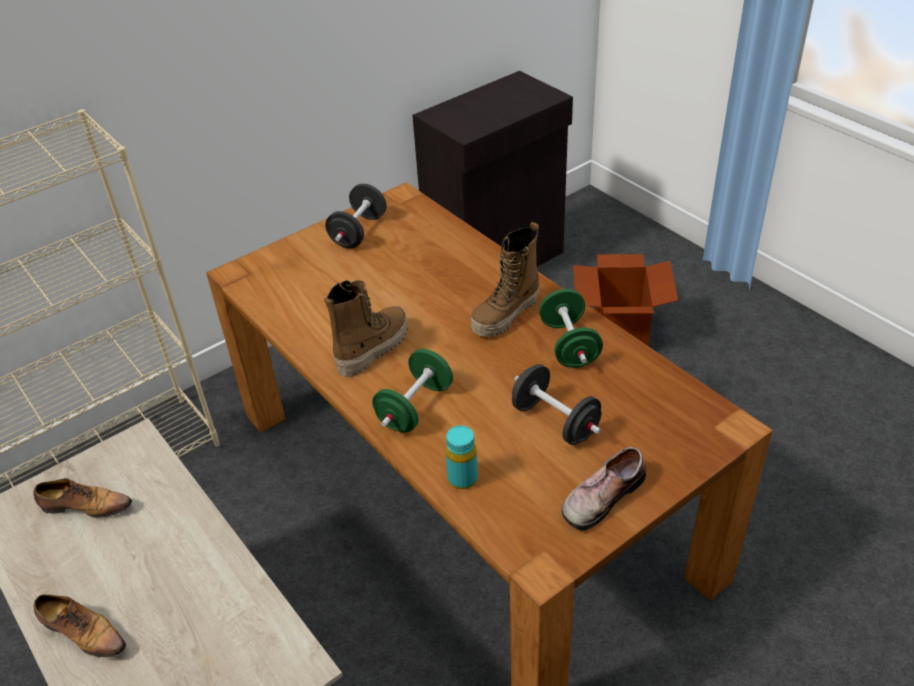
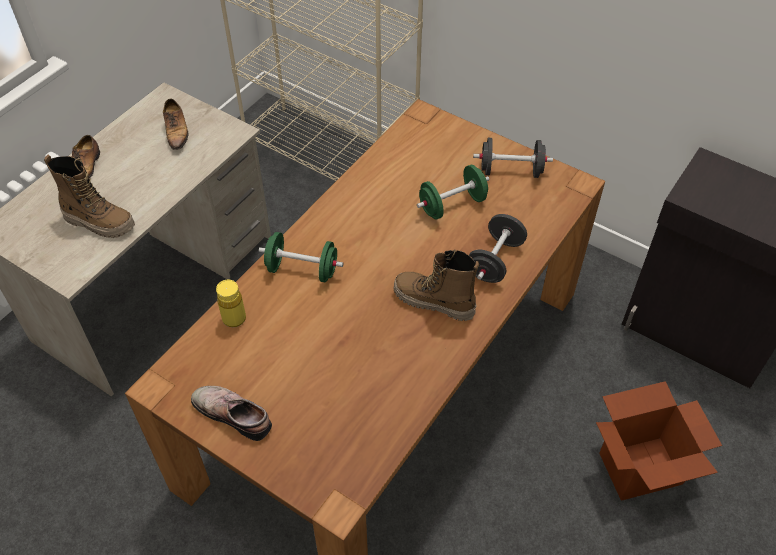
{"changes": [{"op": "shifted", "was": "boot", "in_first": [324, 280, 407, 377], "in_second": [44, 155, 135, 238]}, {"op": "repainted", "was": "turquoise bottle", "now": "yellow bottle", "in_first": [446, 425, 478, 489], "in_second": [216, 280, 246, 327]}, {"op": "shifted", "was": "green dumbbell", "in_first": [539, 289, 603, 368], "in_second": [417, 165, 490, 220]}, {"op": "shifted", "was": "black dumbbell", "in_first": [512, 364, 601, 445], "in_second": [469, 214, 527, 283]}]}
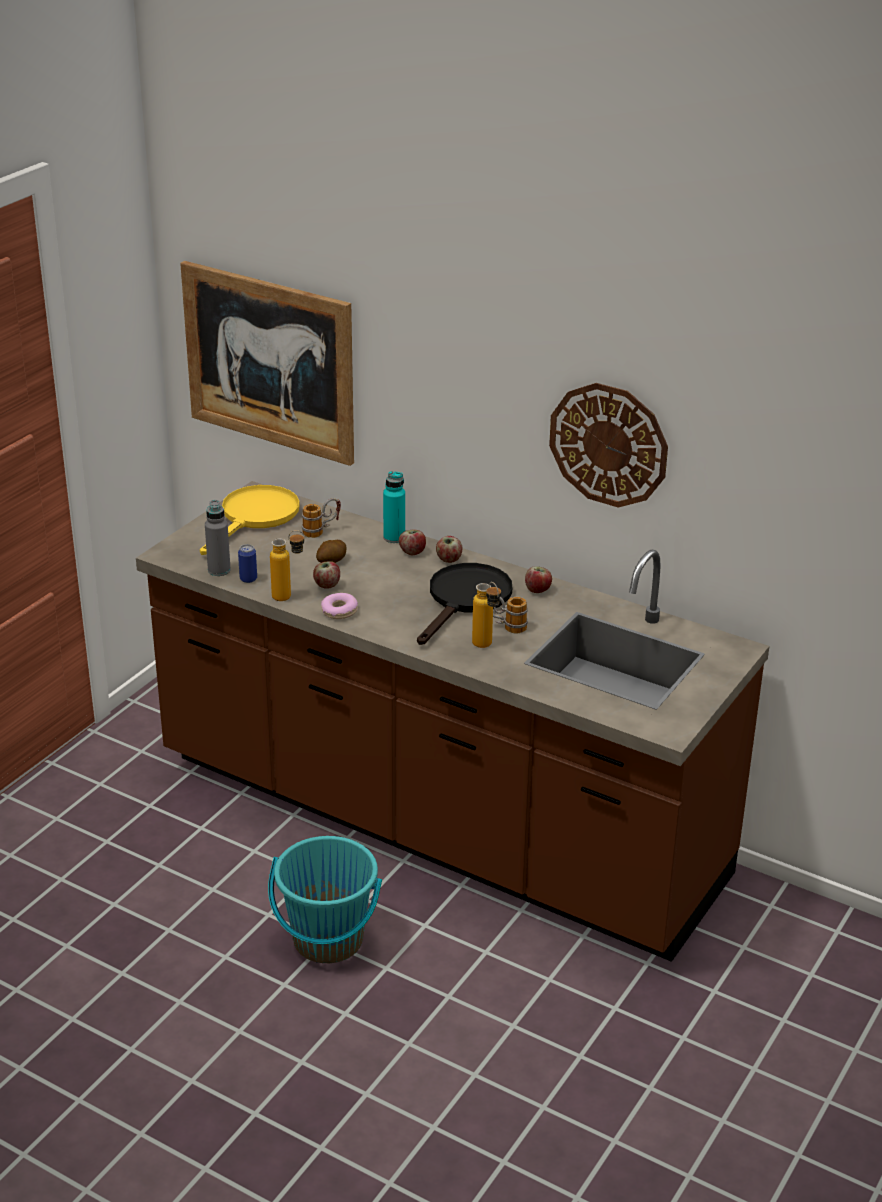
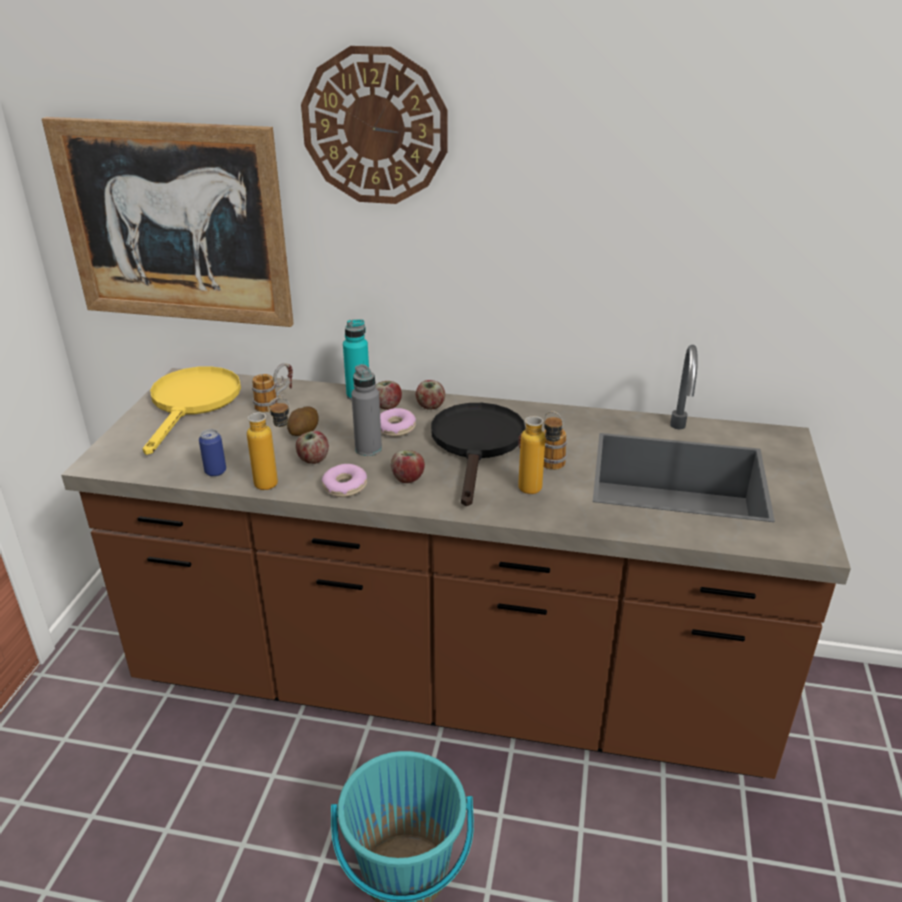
{"changes": [{"op": "shifted", "was": "wall clock", "in_first": [549, 383, 668, 508], "in_second": [301, 46, 448, 204]}, {"op": "shifted", "was": "grey bottle", "in_first": [205, 500, 231, 576], "in_second": [351, 364, 382, 456]}, {"op": "new", "now": "donut", "in_second": [380, 408, 416, 437]}, {"op": "shifted", "was": "apple", "in_first": [525, 566, 552, 593], "in_second": [391, 450, 425, 483]}]}
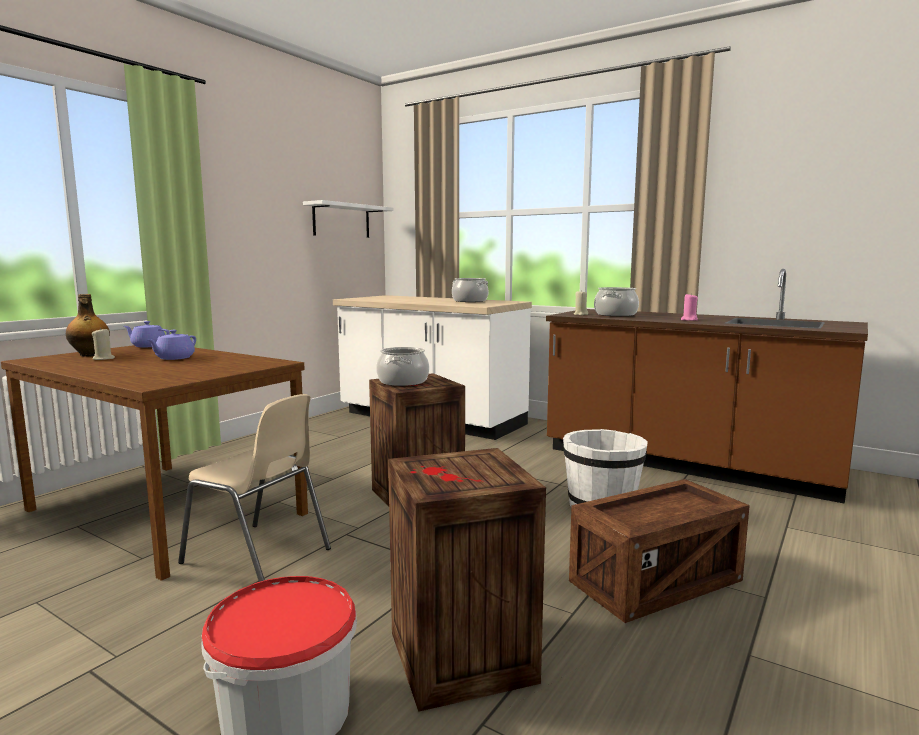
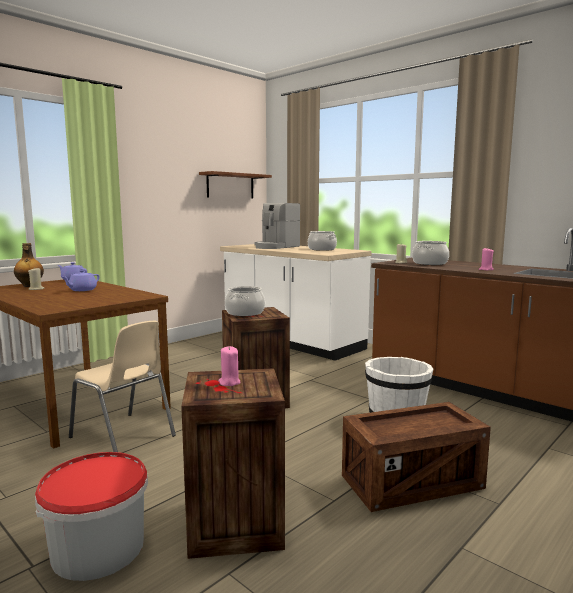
{"changes": [{"op": "repainted", "was": "white shelf", "now": "brown shelf", "in_first": [303, 200, 394, 238], "in_second": [199, 171, 272, 198]}, {"op": "new", "now": "pink candle", "in_second": [218, 346, 241, 386]}, {"op": "new", "now": "coffee machine", "in_second": [255, 203, 300, 249]}]}
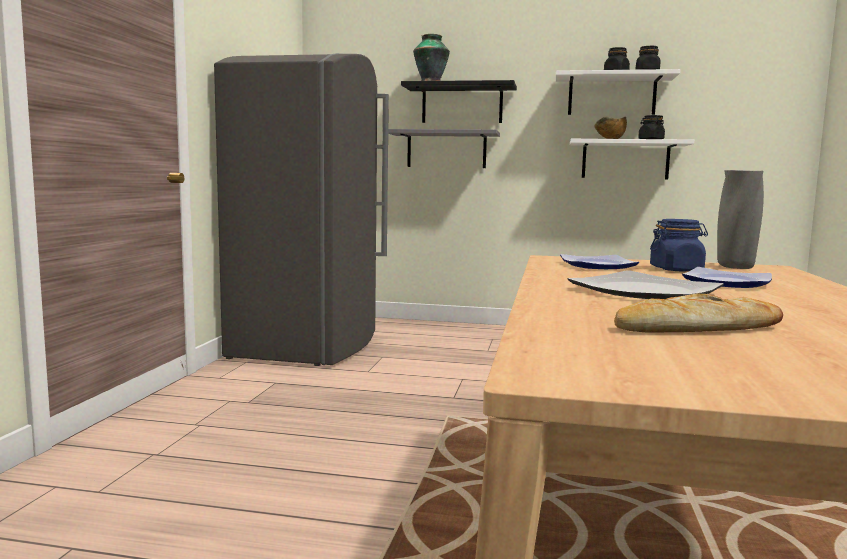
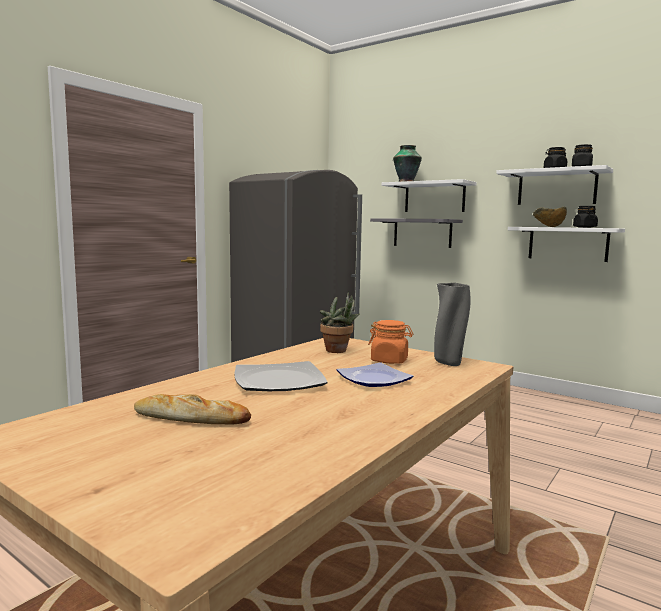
{"changes": [{"op": "swapped", "was": "plate", "now": "potted plant", "in_first": [560, 254, 639, 269], "in_second": [320, 291, 360, 353]}, {"op": "repainted", "was": "blue jar", "now": "orange jar", "in_first": [650, 219, 708, 271], "in_second": [368, 320, 413, 364]}, {"op": "repainted", "was": "black shelf", "now": "white shelf", "in_first": [401, 80, 517, 123], "in_second": [381, 179, 477, 212]}]}
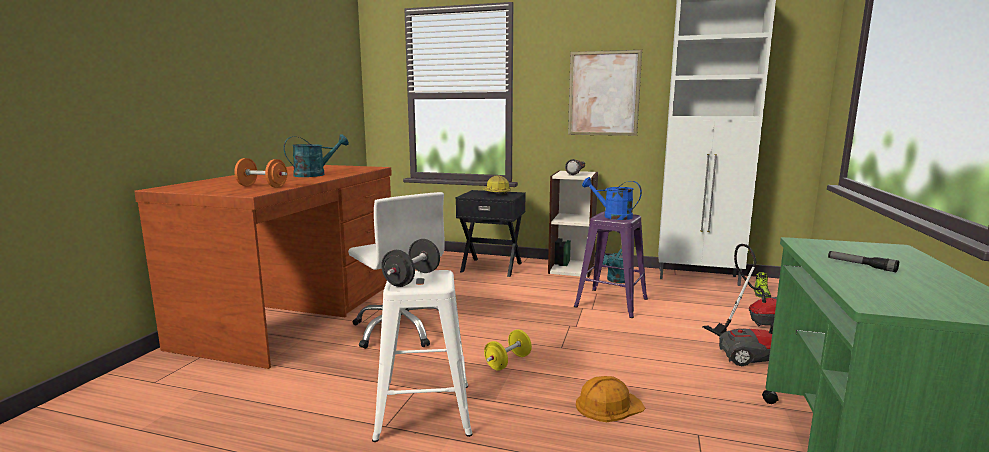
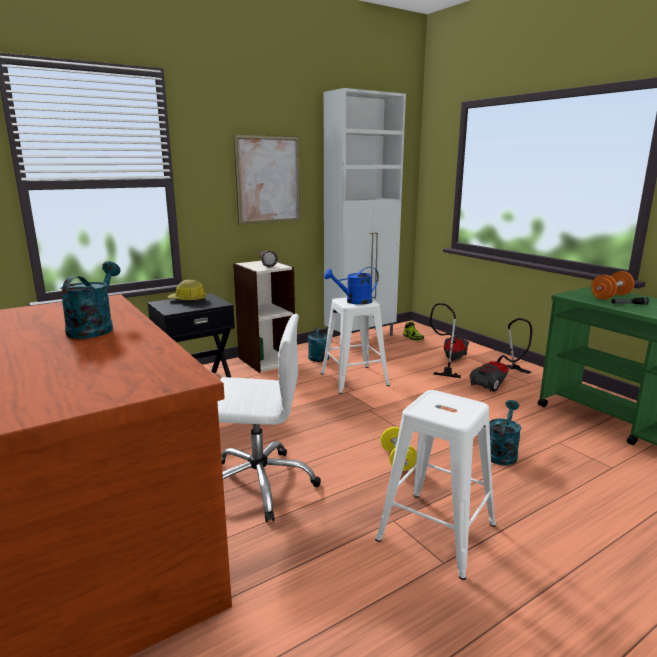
{"changes": [{"op": "repainted", "was": "purple stool", "now": "white stool", "in_first": [574, 212, 648, 318], "in_second": [321, 297, 390, 394]}, {"op": "swapped", "was": "orange hard hat", "now": "turquoise watering can", "in_first": [576, 376, 645, 422], "in_second": [489, 400, 521, 465]}, {"op": "shifted", "was": "orange dumbbell", "in_first": [234, 158, 287, 188], "in_second": [591, 271, 634, 300]}, {"op": "gone", "was": "black dumbbell", "in_first": [381, 239, 440, 287]}]}
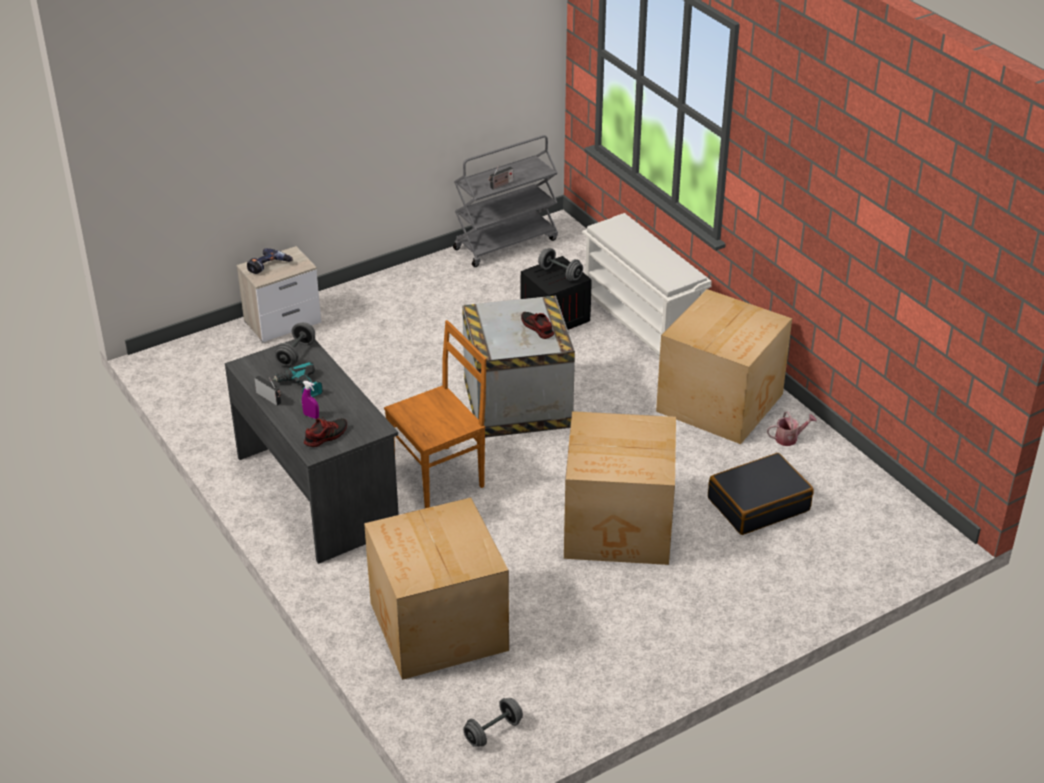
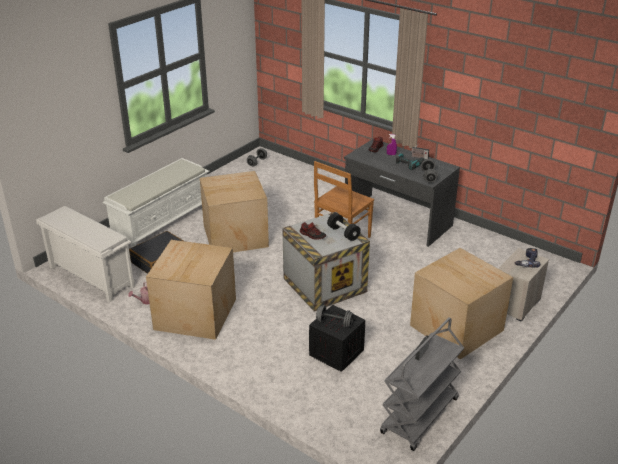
{"changes": [{"op": "shifted", "was": "white shoe rack", "in_first": [582, 213, 712, 360], "in_second": [36, 206, 135, 302]}, {"op": "new", "now": "white bench", "in_second": [102, 158, 209, 248]}, {"op": "new", "now": "black dumbbell", "in_second": [327, 213, 361, 241]}, {"op": "shifted", "was": "cardboard box", "in_first": [364, 497, 509, 680], "in_second": [410, 248, 513, 360]}]}
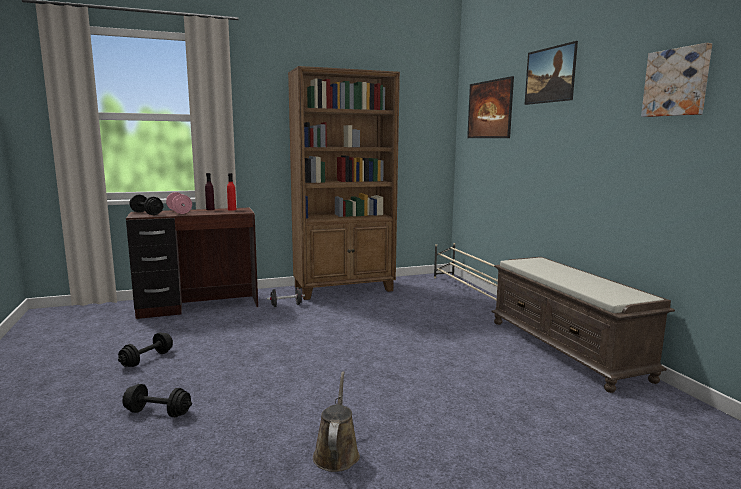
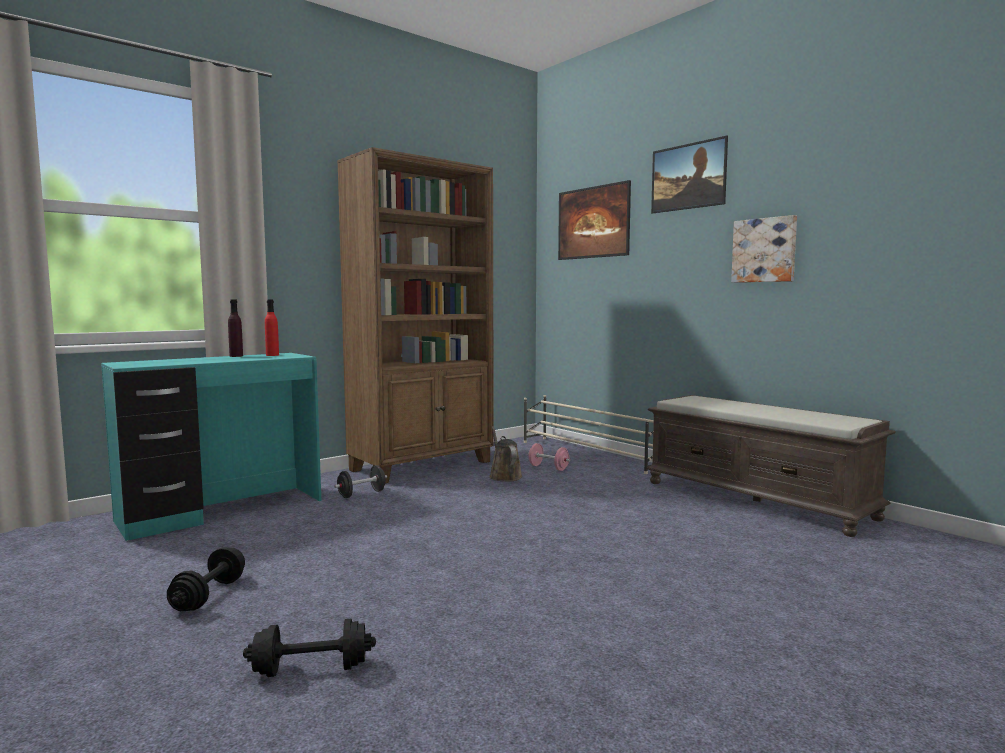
{"changes": [{"op": "repainted", "was": "brown desk", "now": "turquoise desk", "in_first": [126, 207, 258, 319], "in_second": [101, 353, 321, 541]}, {"op": "shifted", "was": "brown watering can", "in_first": [313, 371, 360, 472], "in_second": [489, 426, 522, 482]}, {"op": "shifted", "was": "pink dumbbell", "in_first": [166, 192, 192, 214], "in_second": [528, 443, 571, 471]}, {"op": "shifted", "was": "picture", "in_first": [641, 43, 712, 117], "in_second": [731, 215, 797, 283]}, {"op": "gone", "was": "black dumbbell", "in_first": [130, 195, 163, 215]}]}
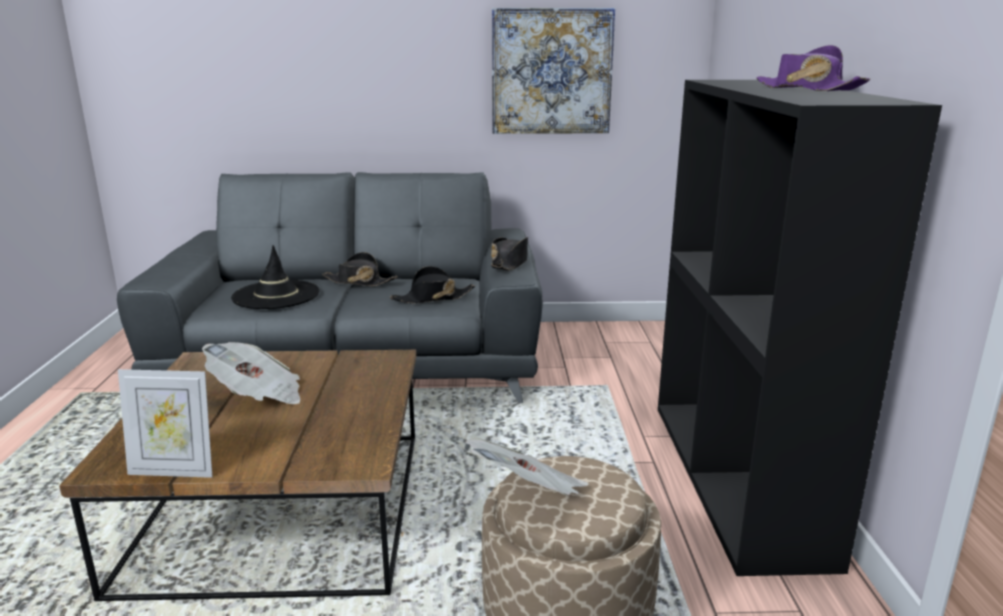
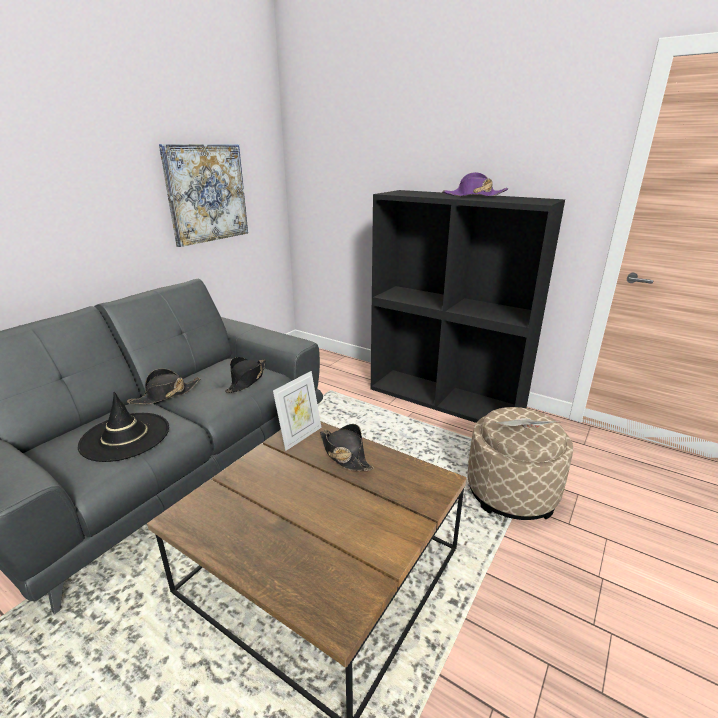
{"changes": [{"op": "shifted", "was": "picture frame", "in_first": [118, 369, 212, 478], "in_second": [273, 371, 322, 451]}, {"op": "shifted", "was": "black hat", "in_first": [491, 237, 528, 270], "in_second": [320, 424, 374, 471]}, {"op": "gone", "was": "newspaper", "in_first": [202, 342, 300, 404]}]}
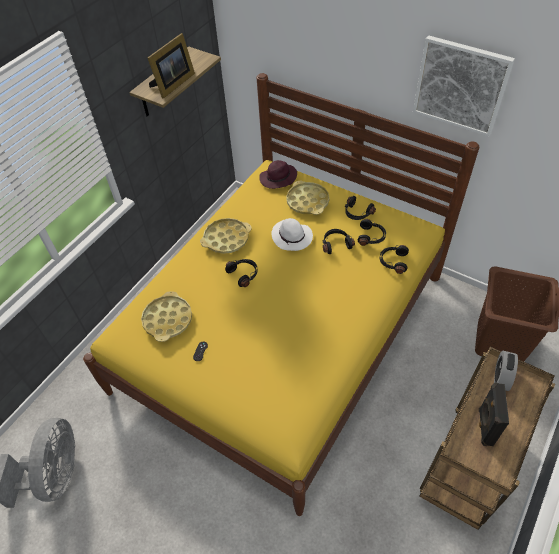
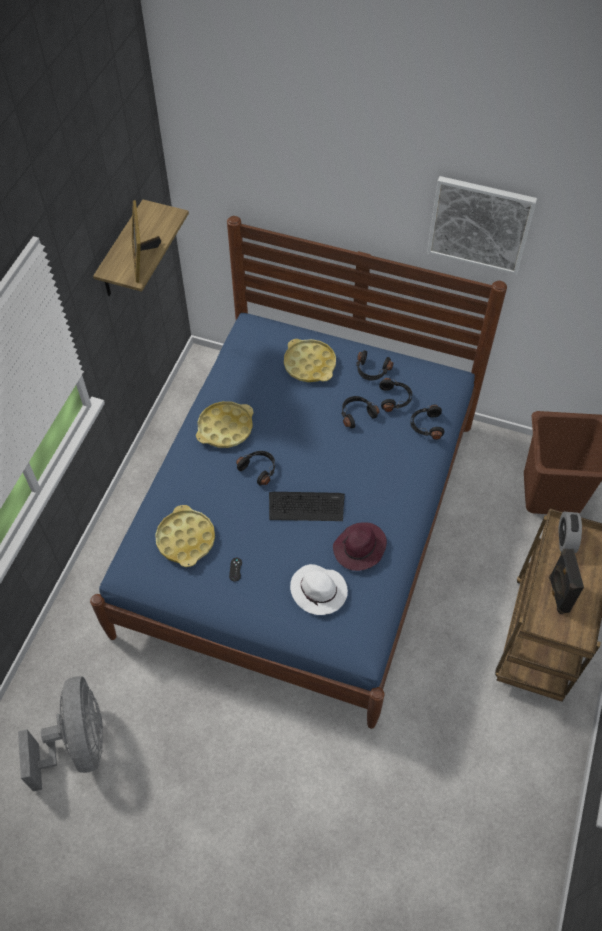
{"changes": [{"op": "repainted", "was": "yellow bed", "now": "blue bed", "in_first": [83, 73, 479, 516], "in_second": [90, 216, 507, 729]}, {"op": "rotated", "was": "picture frame", "in_first": [148, 33, 195, 99], "in_second": [132, 200, 161, 283], "clockwise": 150}, {"op": "new", "now": "keyboard", "in_second": [269, 492, 345, 521]}, {"op": "shifted", "was": "white hat", "in_first": [271, 218, 313, 251], "in_second": [290, 564, 348, 615]}, {"op": "shifted", "was": "purple hat", "in_first": [259, 160, 297, 189], "in_second": [333, 522, 387, 571]}]}
